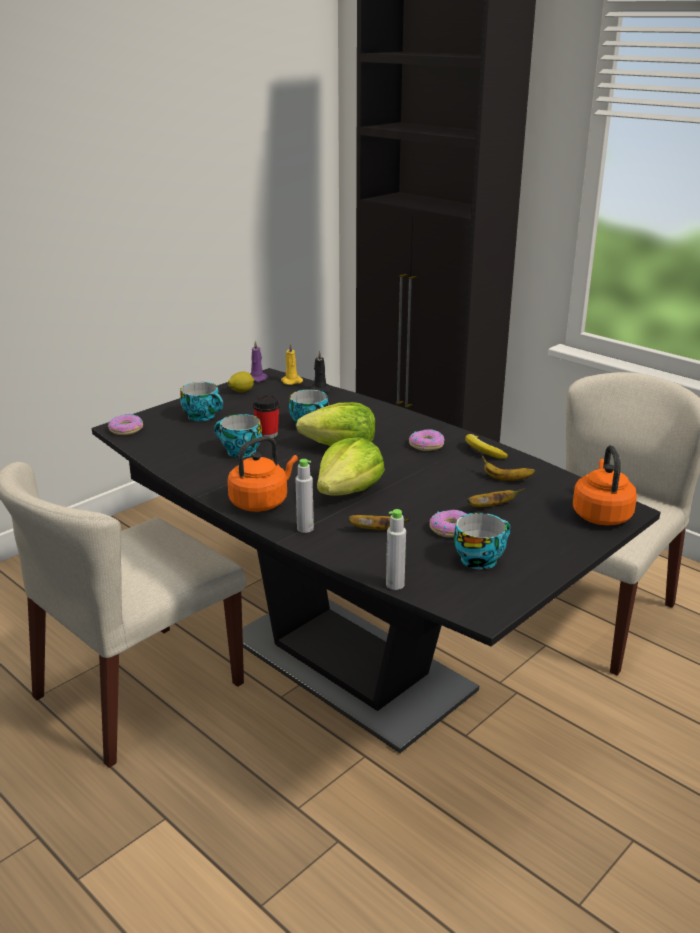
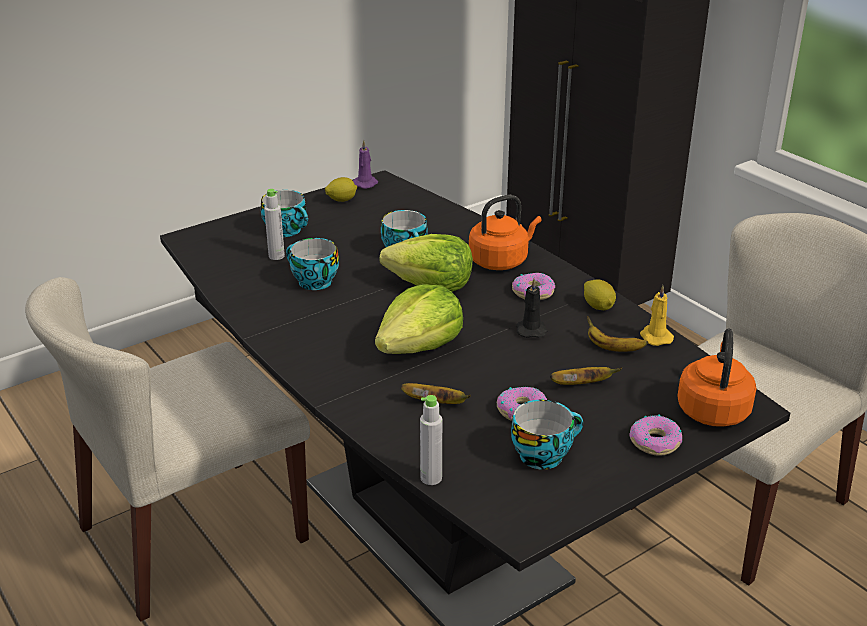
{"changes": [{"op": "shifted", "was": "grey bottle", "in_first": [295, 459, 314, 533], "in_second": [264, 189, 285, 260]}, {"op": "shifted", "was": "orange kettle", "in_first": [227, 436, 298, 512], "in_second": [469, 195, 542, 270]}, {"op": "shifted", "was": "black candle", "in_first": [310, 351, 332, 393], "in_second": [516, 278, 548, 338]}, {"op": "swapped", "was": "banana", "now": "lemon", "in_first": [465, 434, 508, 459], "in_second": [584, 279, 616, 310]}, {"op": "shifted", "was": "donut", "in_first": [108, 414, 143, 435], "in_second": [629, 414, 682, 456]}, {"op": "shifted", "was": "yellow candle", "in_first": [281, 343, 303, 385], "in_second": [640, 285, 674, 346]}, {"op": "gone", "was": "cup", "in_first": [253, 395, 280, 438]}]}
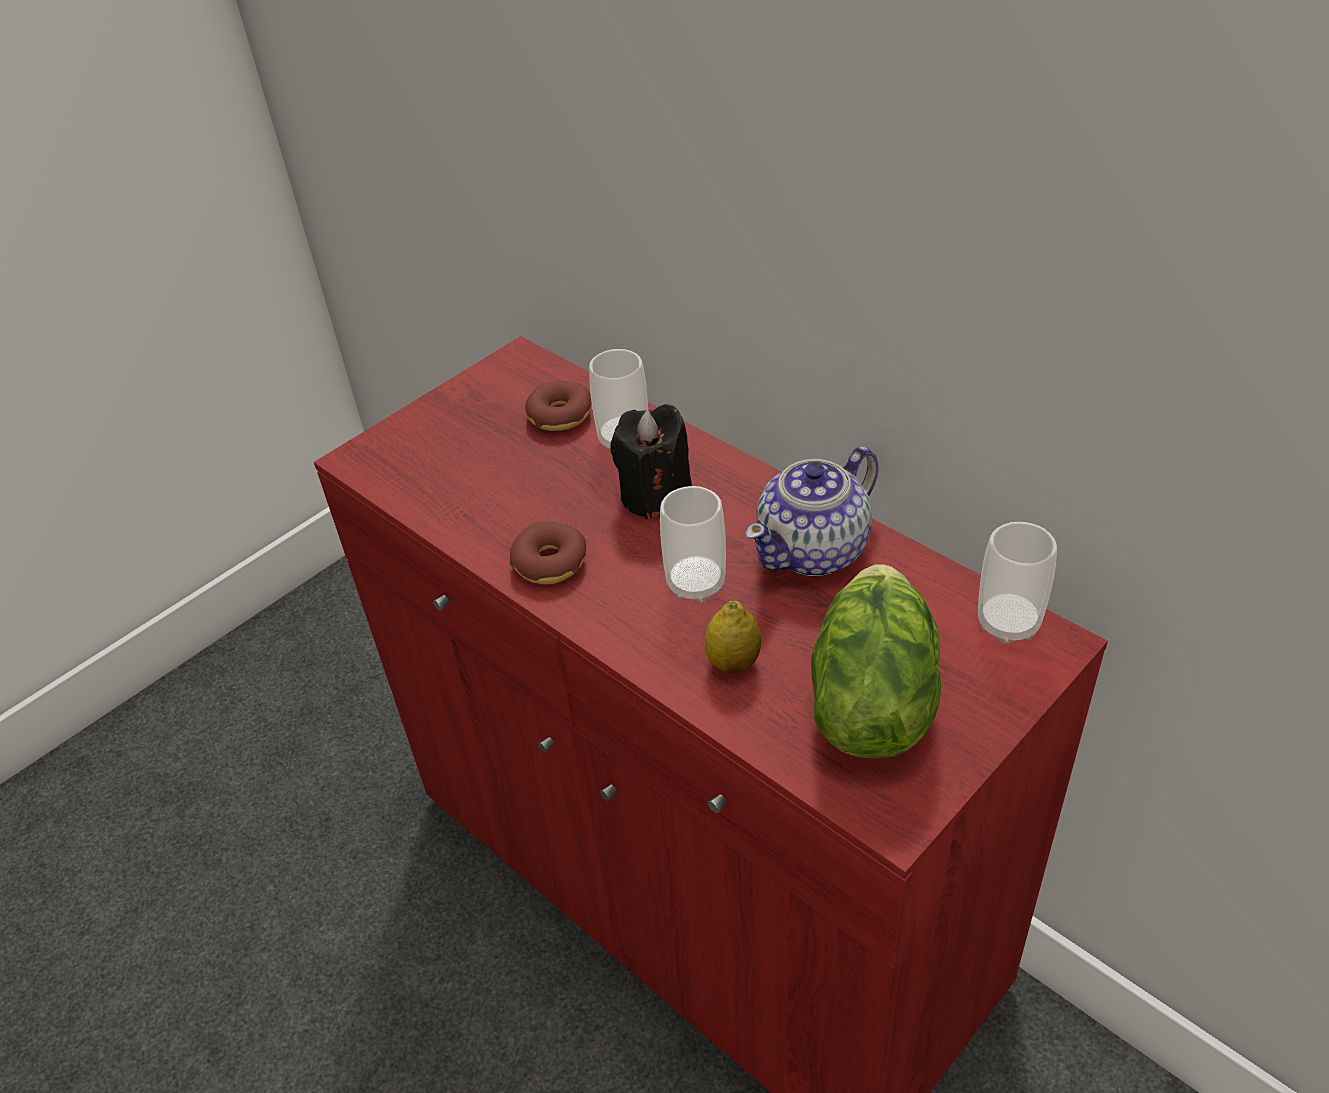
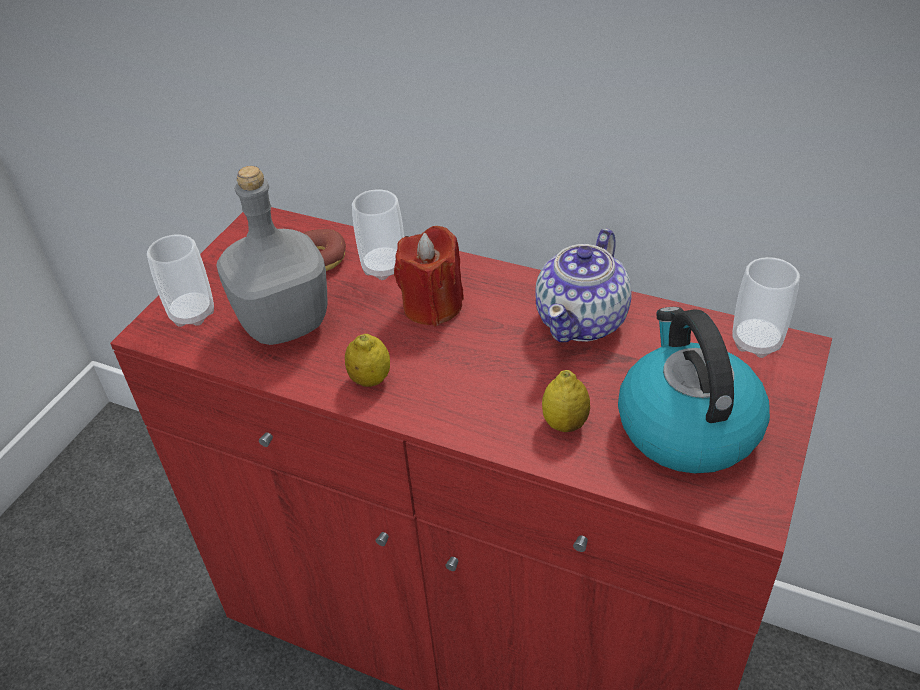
{"changes": [{"op": "shifted", "was": "cup", "in_first": [660, 486, 726, 602], "in_second": [147, 234, 214, 327]}, {"op": "new", "now": "grey bottle", "in_second": [216, 166, 327, 345]}, {"op": "swapped", "was": "donut", "now": "lemon", "in_first": [510, 521, 586, 585], "in_second": [345, 334, 390, 387]}, {"op": "repainted", "was": "black candle", "now": "red candle", "in_first": [610, 404, 692, 520], "in_second": [394, 226, 464, 326]}, {"op": "swapped", "was": "lettuce", "now": "kettle", "in_first": [811, 564, 941, 759], "in_second": [618, 307, 770, 473]}]}
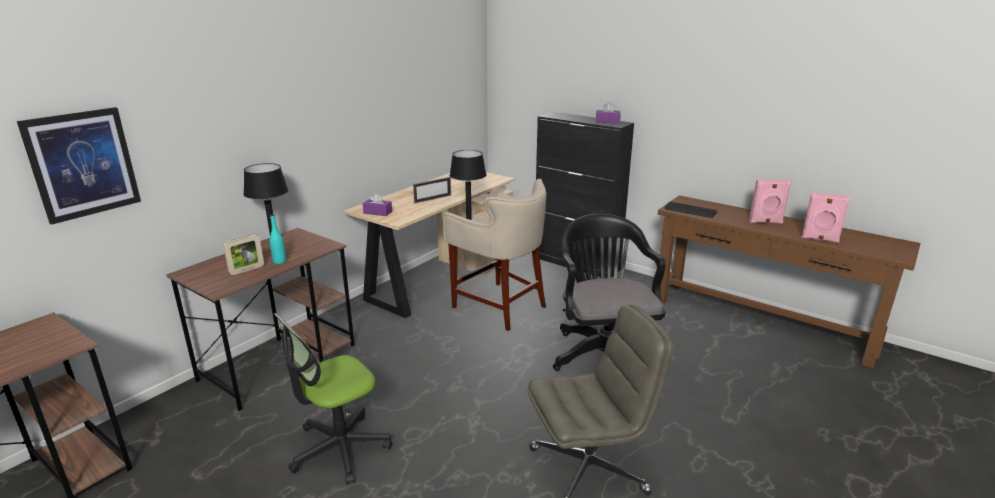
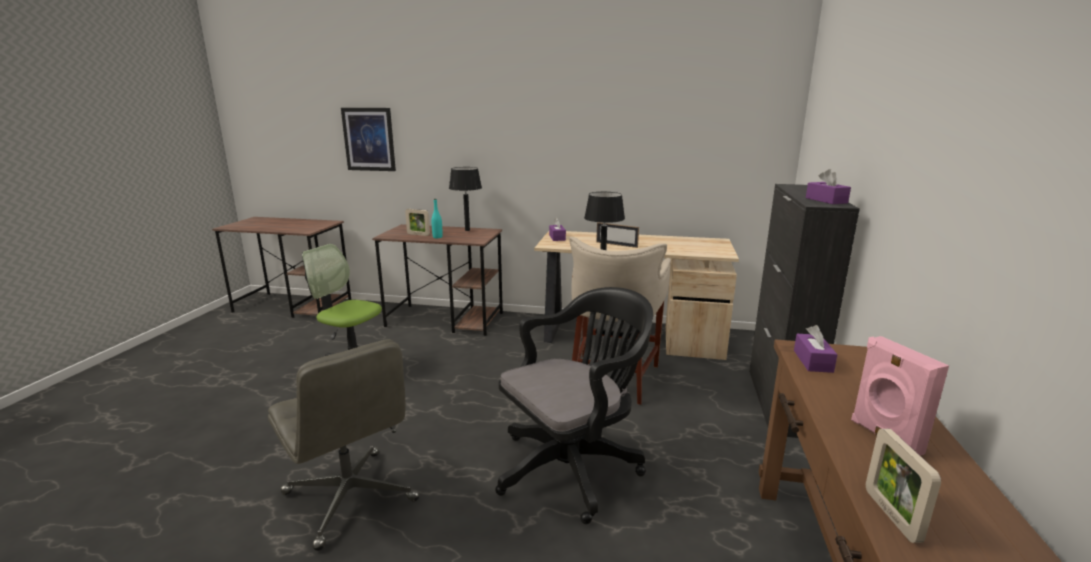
{"changes": [{"op": "swapped", "was": "keyboard", "now": "purple tissue box", "in_first": [664, 202, 717, 218], "in_second": [794, 325, 838, 373]}, {"op": "swapped", "was": "pink speaker", "now": "picture frame", "in_first": [802, 192, 850, 243], "in_second": [866, 429, 941, 543]}]}
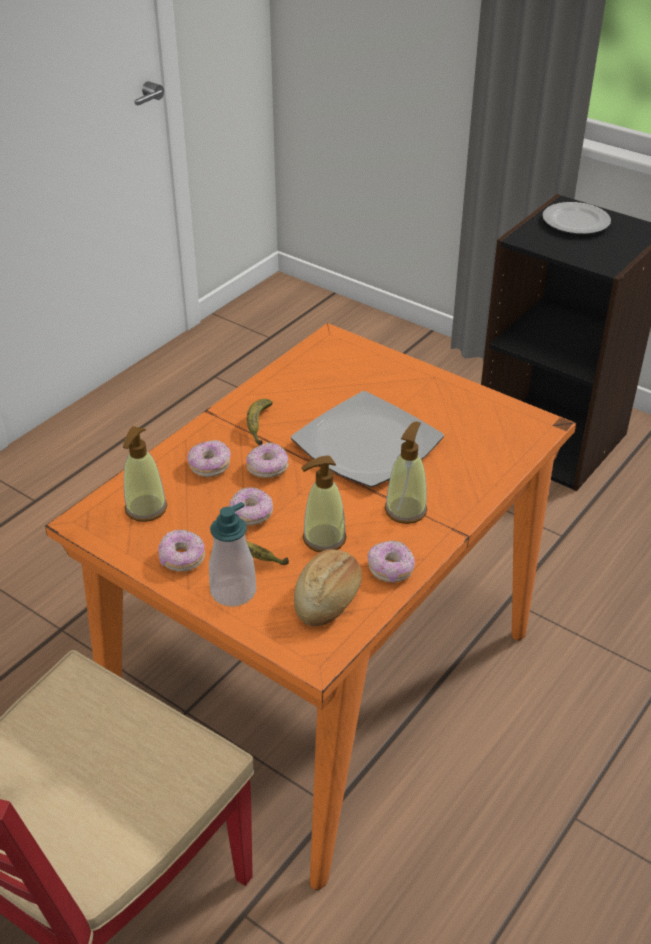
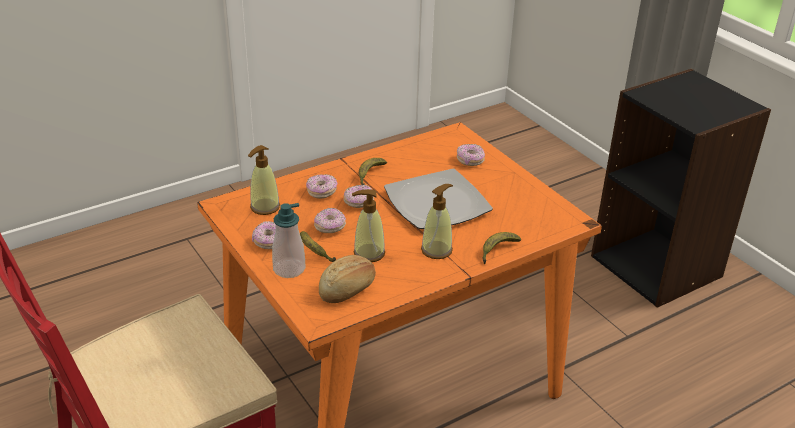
{"changes": [{"op": "shifted", "was": "donut", "in_first": [367, 540, 415, 583], "in_second": [457, 144, 485, 166]}, {"op": "new", "now": "banana", "in_second": [482, 232, 521, 264]}, {"op": "gone", "was": "plate", "in_first": [542, 202, 611, 234]}]}
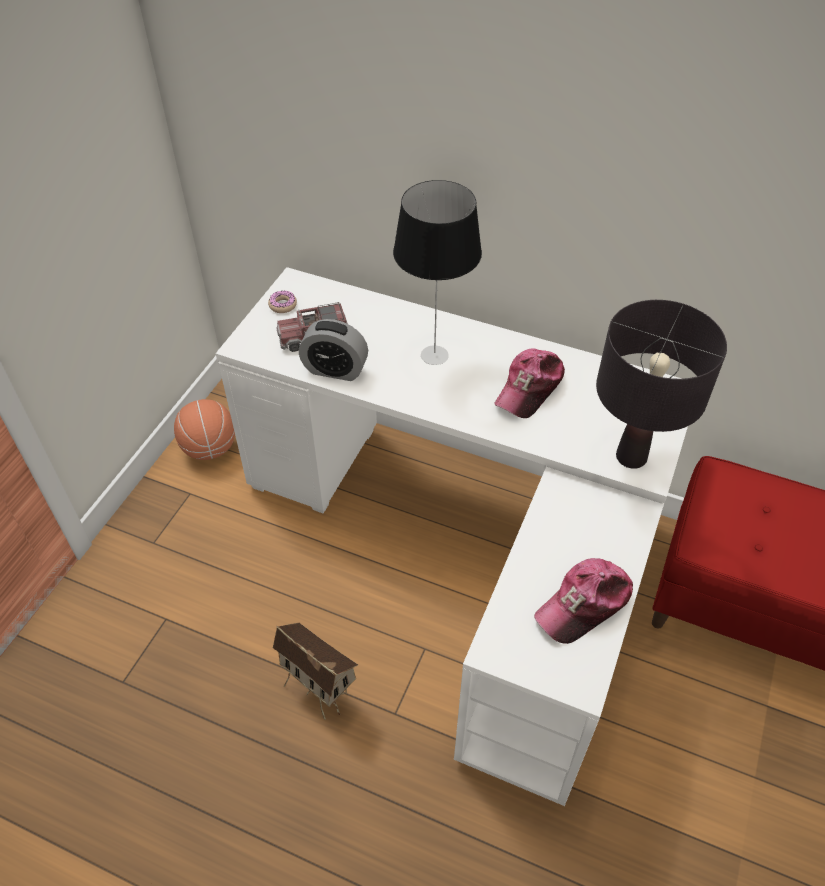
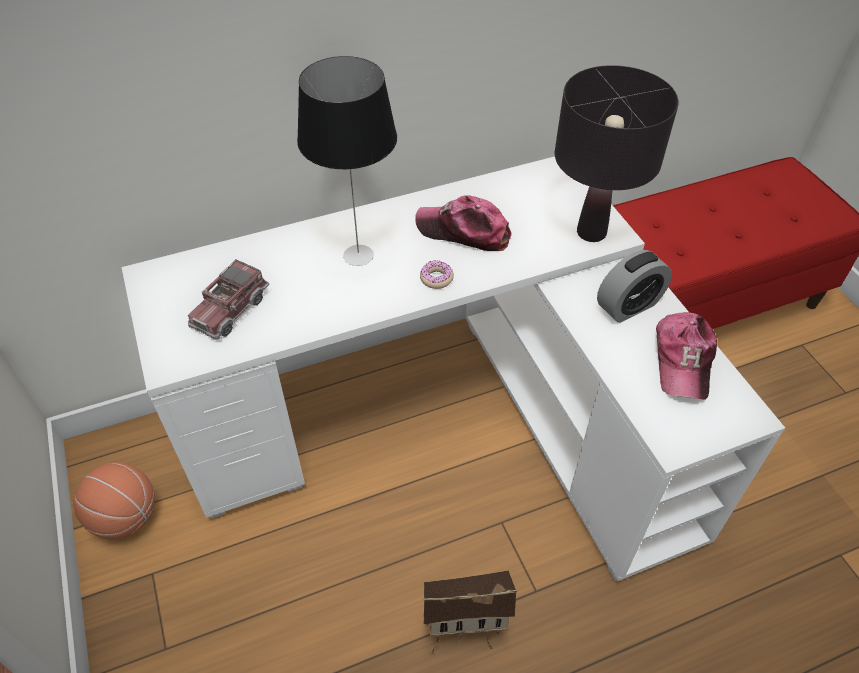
{"changes": [{"op": "rotated", "was": "cap", "in_first": [494, 348, 565, 418], "in_second": [415, 195, 511, 251], "clockwise": 120}, {"op": "shifted", "was": "donut", "in_first": [268, 291, 297, 313], "in_second": [420, 260, 454, 289]}, {"op": "shifted", "was": "alarm clock", "in_first": [299, 319, 368, 381], "in_second": [597, 250, 672, 323]}]}
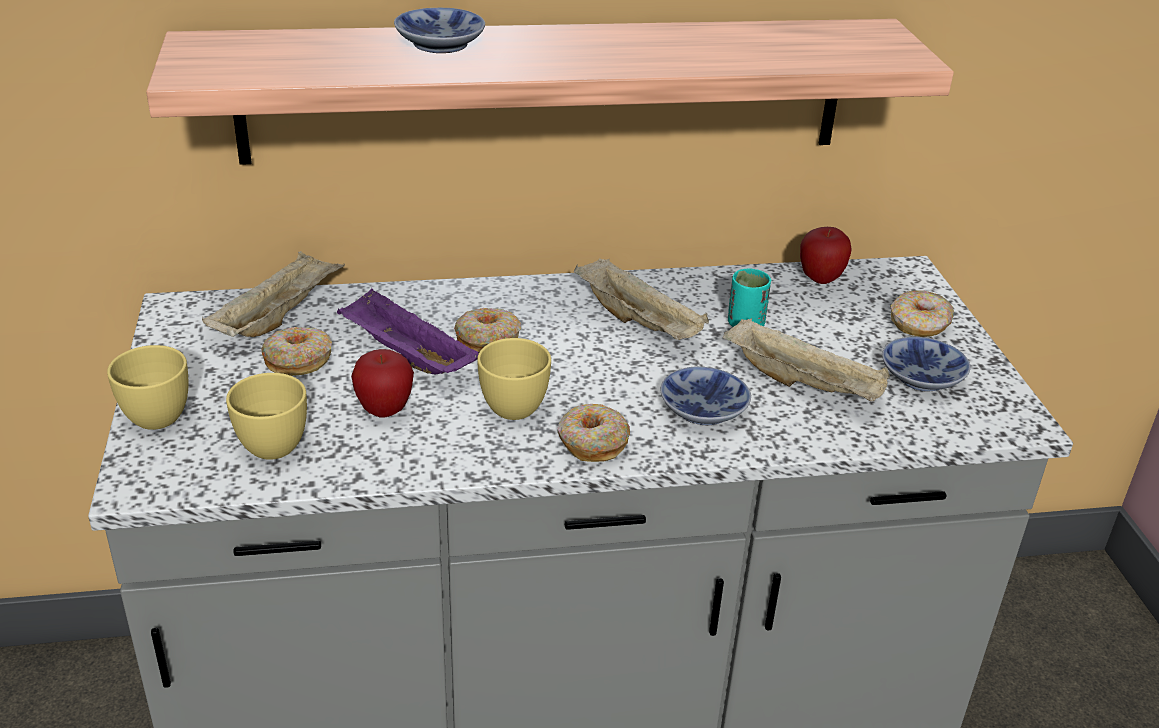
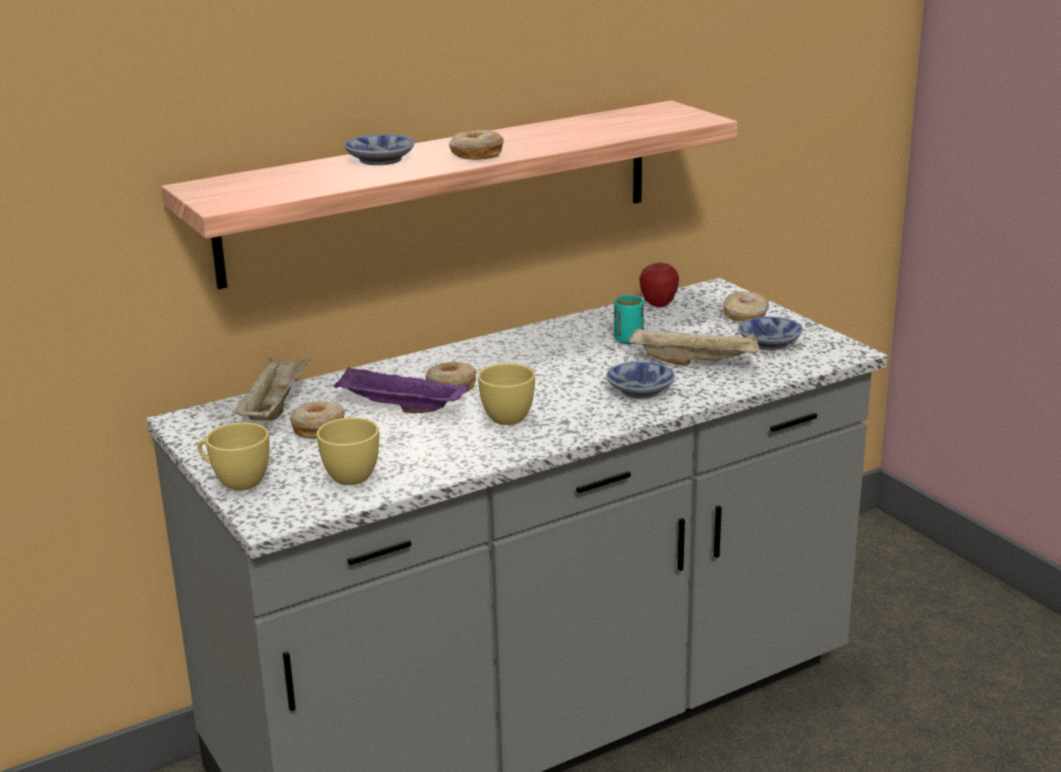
{"changes": [{"op": "shifted", "was": "donut", "in_first": [557, 404, 630, 462], "in_second": [449, 130, 504, 160]}, {"op": "gone", "was": "apple", "in_first": [351, 349, 414, 418]}, {"op": "gone", "was": "beige tray", "in_first": [574, 258, 709, 340]}]}
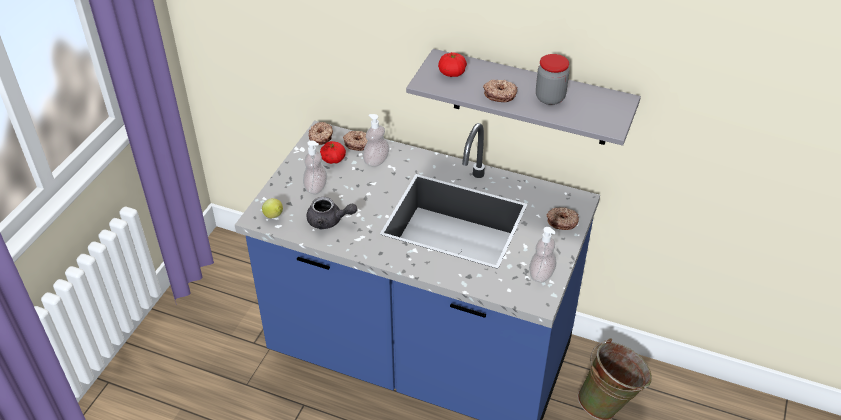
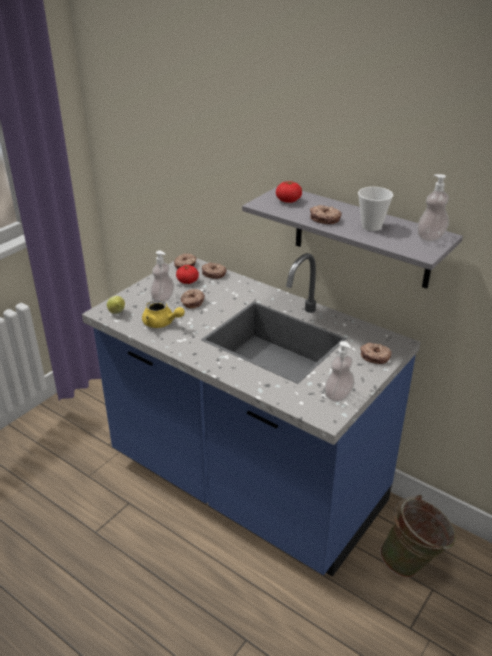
{"changes": [{"op": "repainted", "was": "grey teapot", "now": "yellow teapot", "in_first": [307, 197, 357, 229], "in_second": [142, 300, 185, 328]}, {"op": "new", "now": "donut", "in_second": [181, 289, 205, 308]}, {"op": "swapped", "was": "jar", "now": "cup", "in_first": [536, 54, 569, 105], "in_second": [358, 187, 393, 231]}, {"op": "shifted", "was": "soap dispenser", "in_first": [363, 114, 390, 167], "in_second": [417, 174, 449, 242]}]}
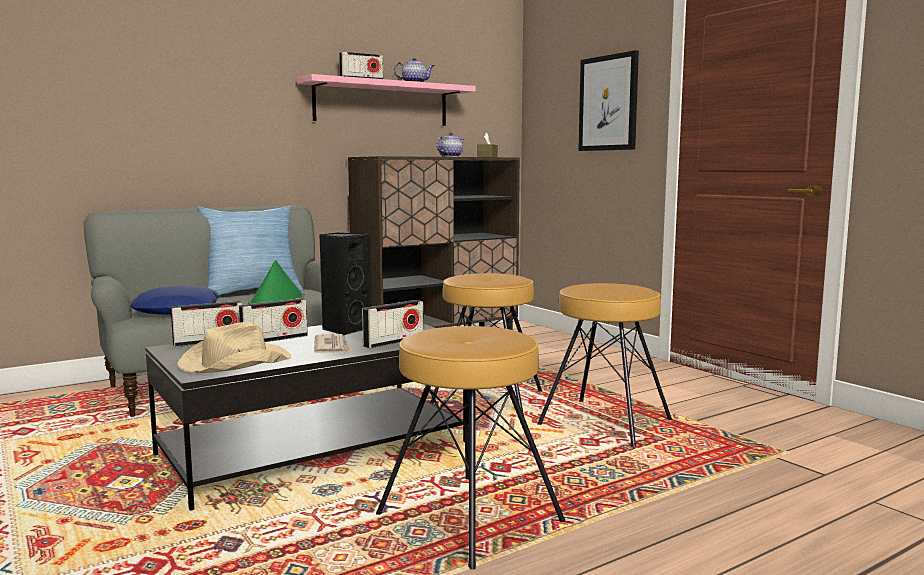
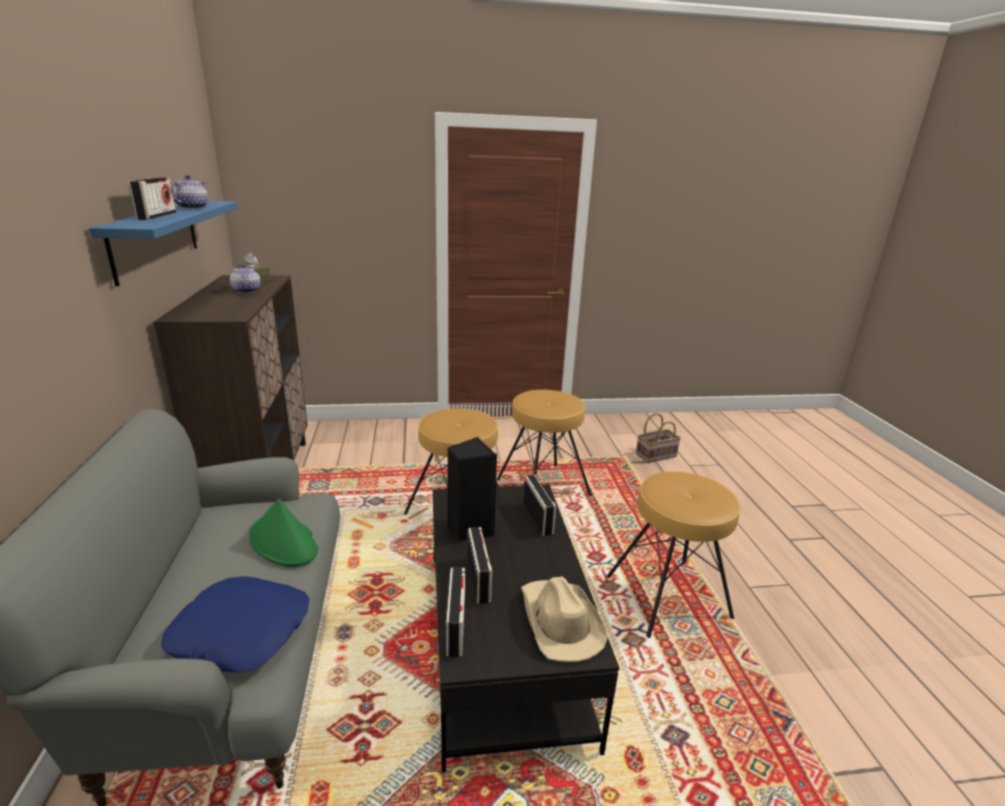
{"changes": [{"op": "repainted", "was": "pink shelf", "now": "blue shelf", "in_first": [297, 74, 476, 126], "in_second": [89, 201, 237, 287]}, {"op": "new", "now": "basket", "in_second": [636, 413, 681, 463]}, {"op": "gone", "was": "pillow", "in_first": [197, 205, 303, 296]}, {"op": "gone", "was": "newspaper", "in_first": [314, 334, 352, 353]}, {"op": "gone", "was": "picture", "in_first": [578, 50, 639, 151]}]}
